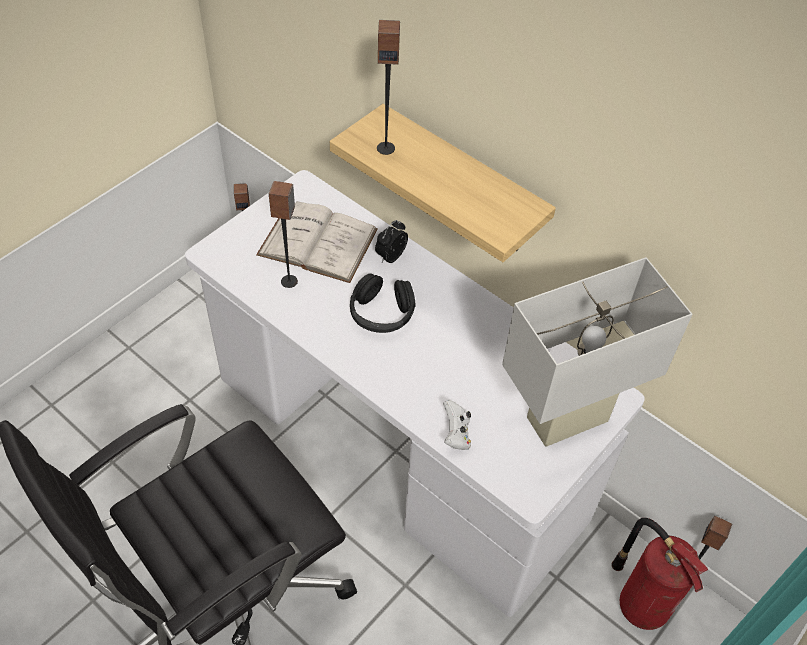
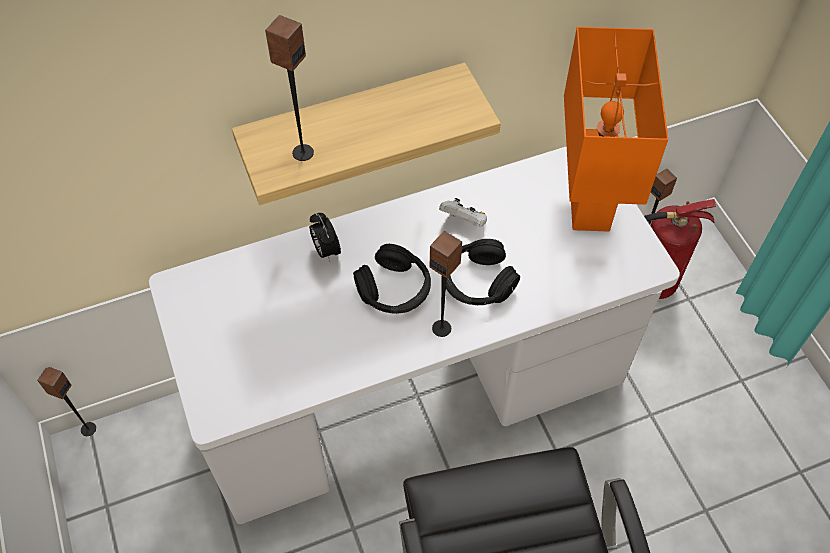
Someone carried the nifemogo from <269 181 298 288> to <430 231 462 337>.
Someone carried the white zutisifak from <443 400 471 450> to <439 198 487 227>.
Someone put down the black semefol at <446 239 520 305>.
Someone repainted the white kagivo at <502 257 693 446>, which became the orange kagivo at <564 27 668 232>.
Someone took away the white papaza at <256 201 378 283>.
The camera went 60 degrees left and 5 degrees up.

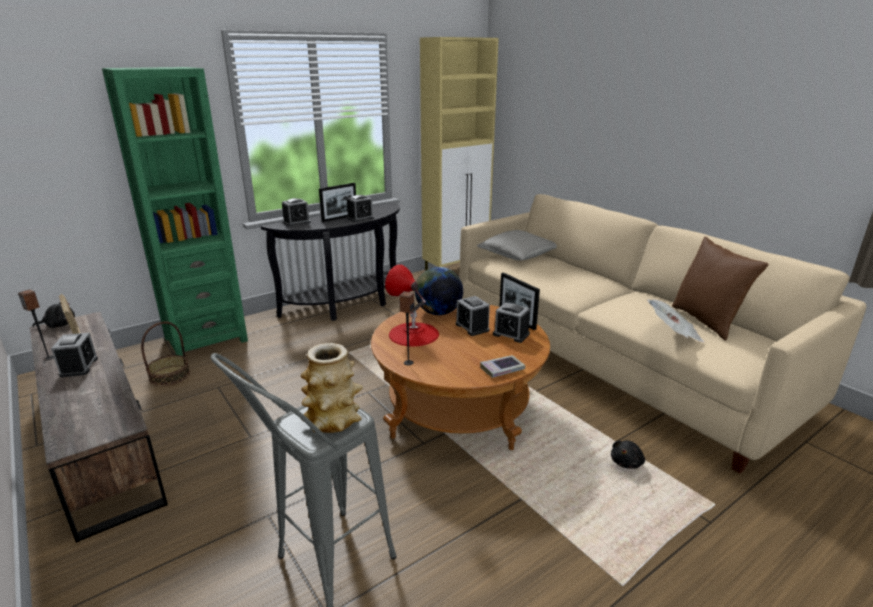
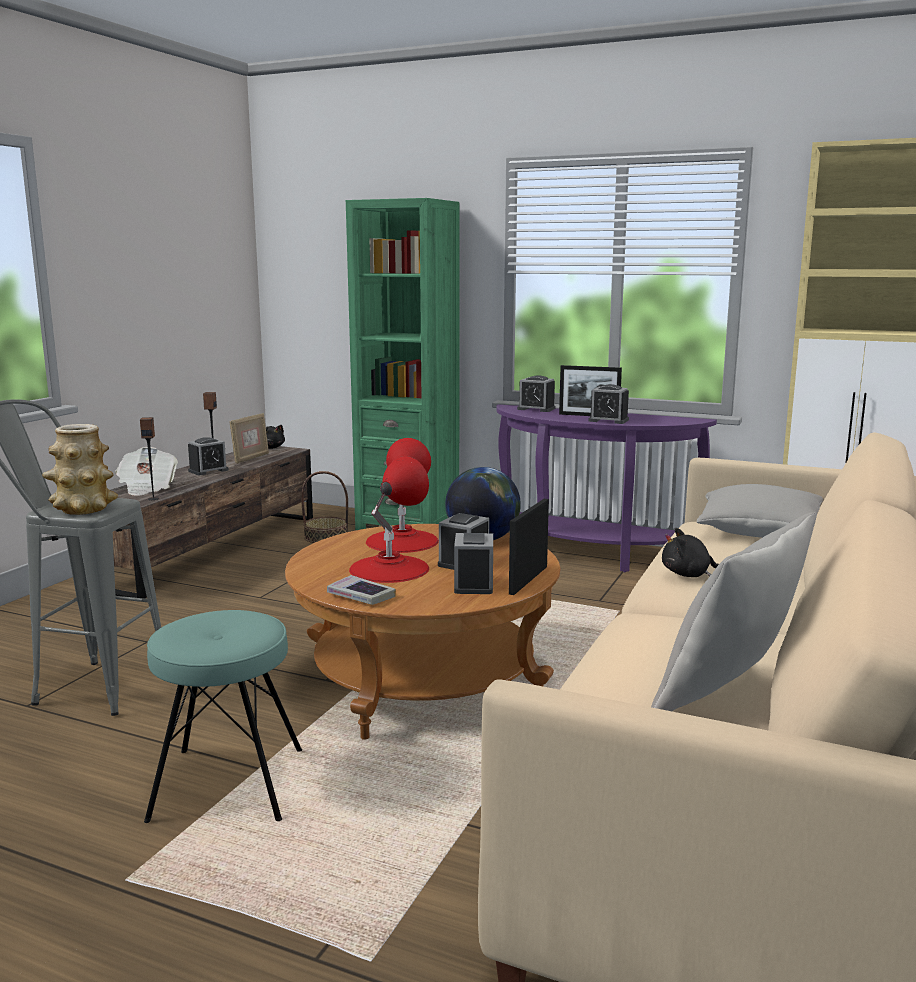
Someone carried the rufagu from <647 299 704 343> to <115 447 178 496>.
Someone carried the nifemogo from <399 291 414 365> to <140 417 159 500>.
Someone put down the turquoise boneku at <144 610 302 823>.
Someone put down the red kagivo at <349 456 429 583>.
Someone repainted the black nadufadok at <261 203 400 321>, which became the purple nadufadok at <496 404 717 572>.
Someone repainted the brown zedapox at <672 236 769 341>, which became the grey zedapox at <651 512 817 711>.
Someone carried the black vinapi from <611 441 645 469> to <662 528 719 577>.
The camera went 60 degrees right and 10 degrees down.

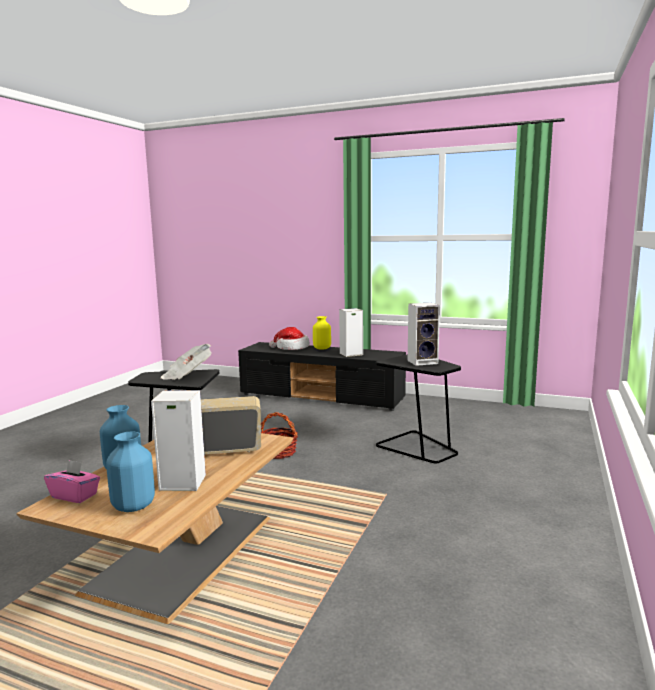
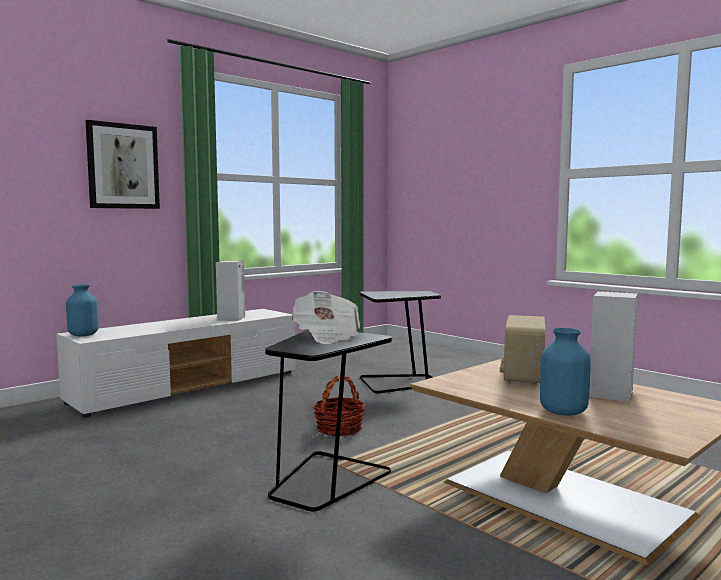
Someone repainted the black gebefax at <238 342 406 411>, which became the white gebefax at <56 309 296 417>.
Someone carried the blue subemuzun from <106 431 155 512> to <66 285 99 336>.
Someone put up the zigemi at <86 120 160 209>.
Someone took away the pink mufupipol at <44 460 100 503>.
Someone took away the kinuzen at <269 327 310 350>.
Someone took away the yellow subemuzun at <313 316 331 350>.
Someone took away the nifemogo at <408 303 440 366>.
The camera went 65 degrees left and 5 degrees down.

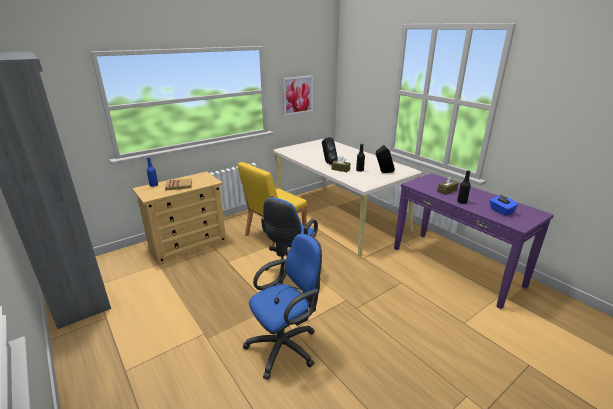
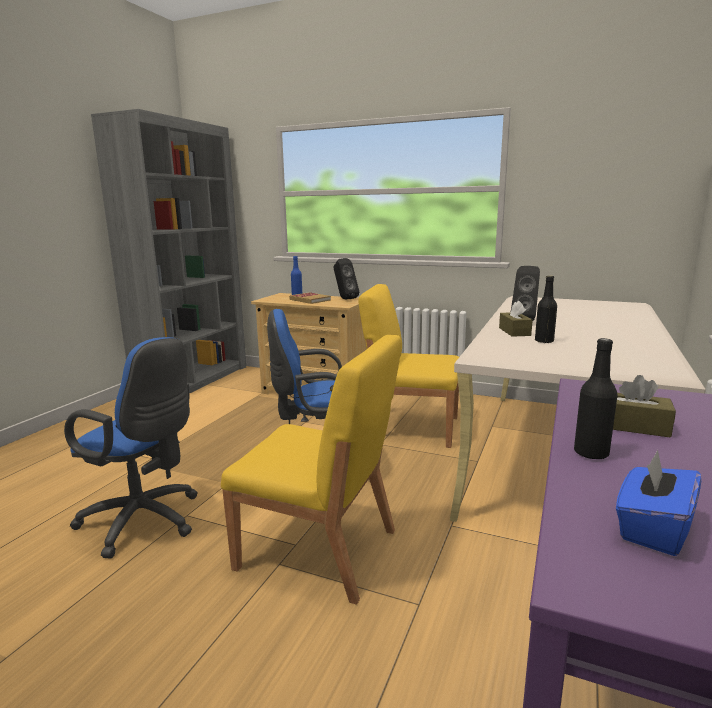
Someone put down the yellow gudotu at <221 335 401 604>.
Someone carried the black nifemogo from <376 145 395 173> to <333 258 359 300>.
Someone took away the zigemi at <283 76 313 116>.
The camera went 60 degrees right and 10 degrees down.

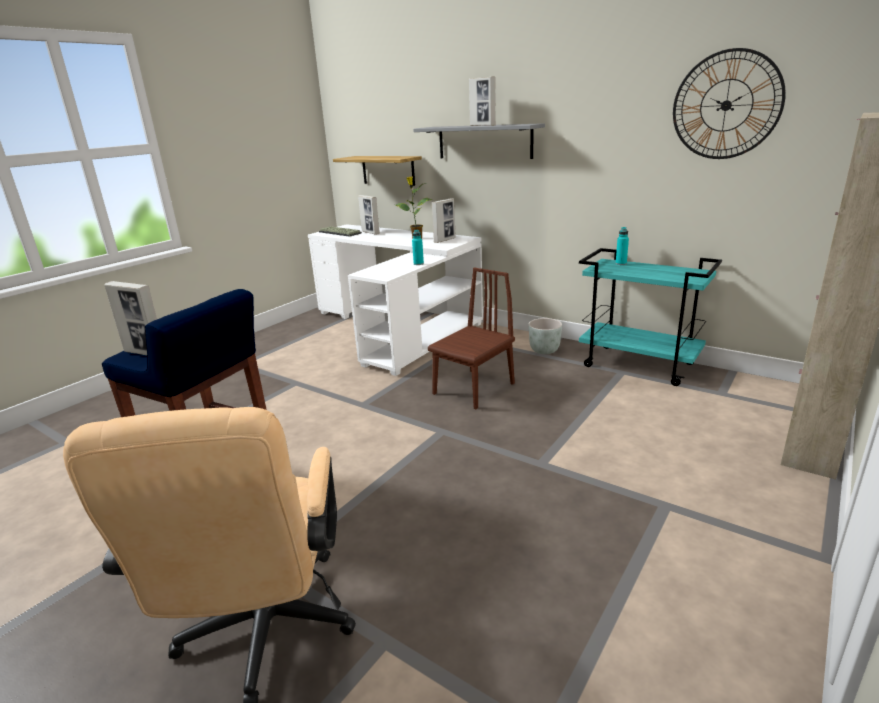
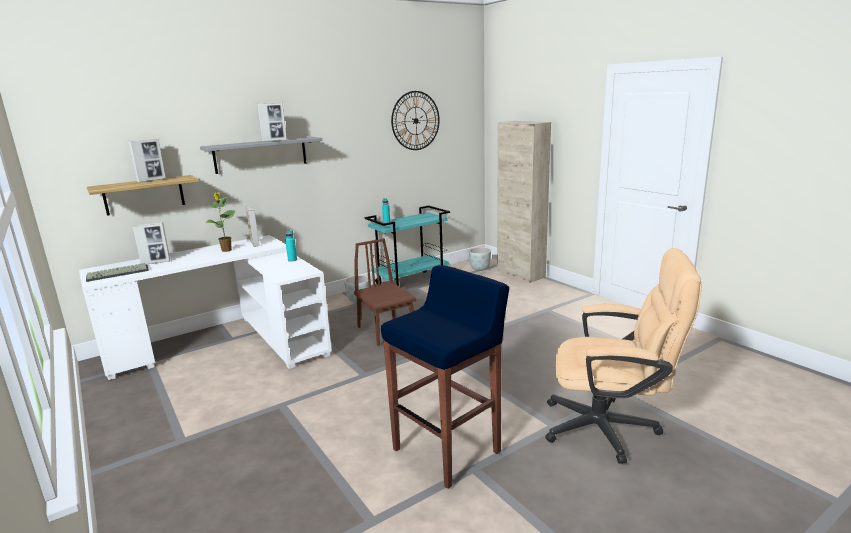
Someone carried the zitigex from <104 281 157 355> to <128 139 166 183>.
Someone put down the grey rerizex at <469 247 491 271>.
The camera went 70 degrees left and 5 degrees down.

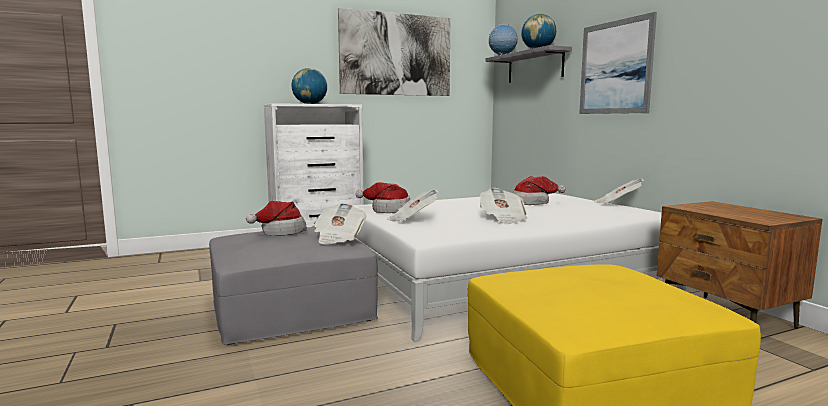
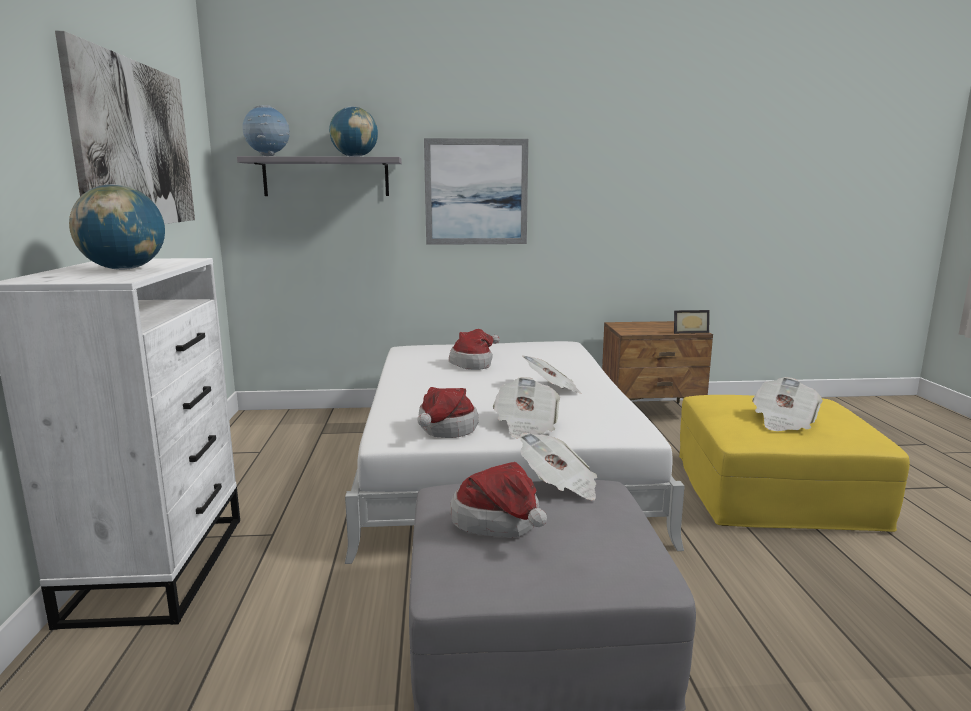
Someone put down the zitigex at <674 310 710 334>.
Someone carried the rufagu from <594 179 644 203> to <752 377 823 431>.
The camera went 70 degrees left and 5 degrees up.

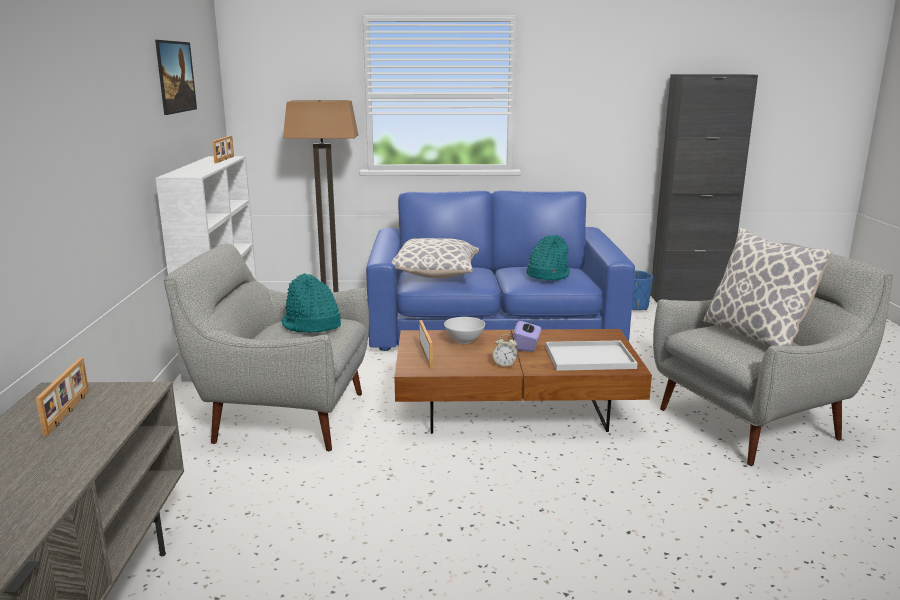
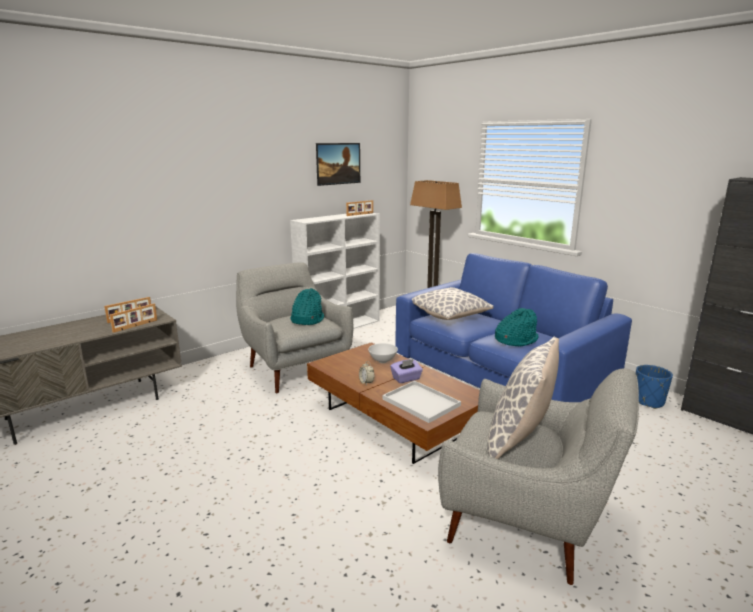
Someone carried the zitigex from <419 320 433 368> to <110 304 157 333>.
The camera went 50 degrees right and 0 degrees up.

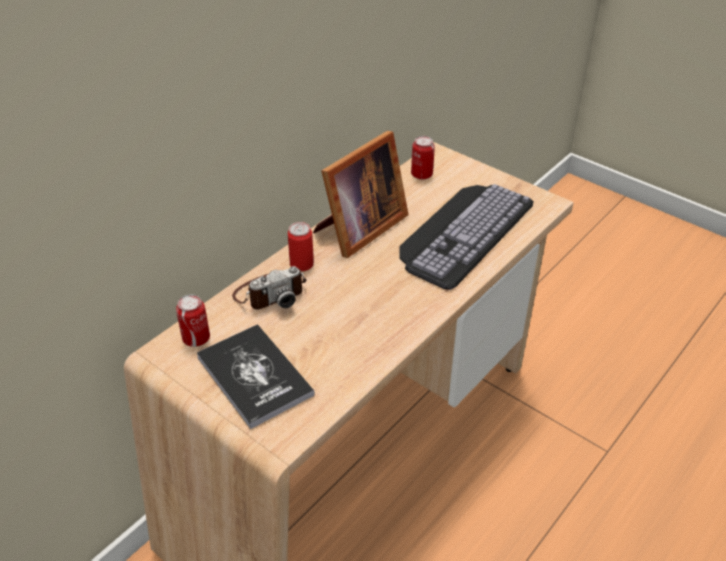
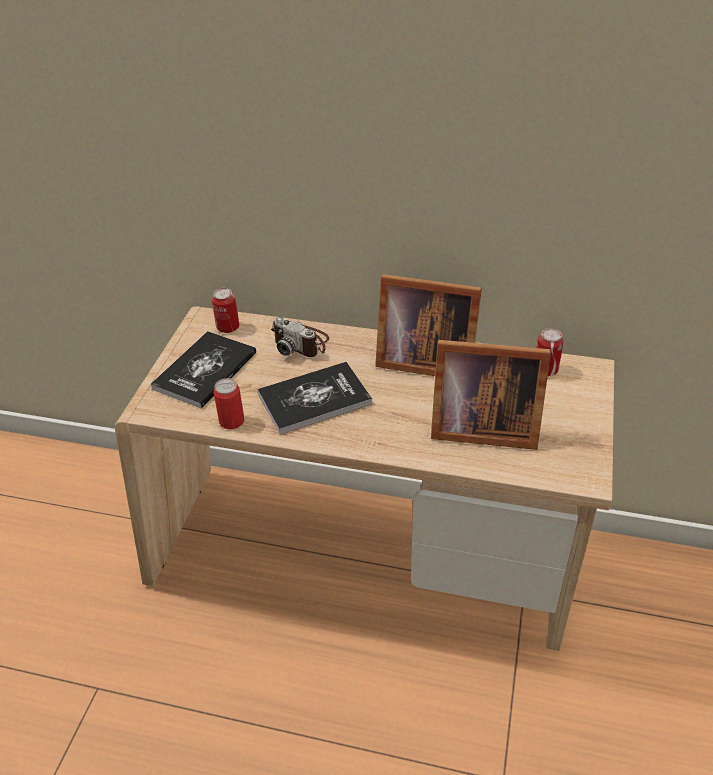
Someone carried the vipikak from <288 222 314 271> to <214 378 244 429>.
Someone put down the papaza at <258 362 372 434>.
Someone swapped the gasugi at <399 184 534 290> for the zitigex at <431 340 551 450>.
The camera went 65 degrees right and 0 degrees up.

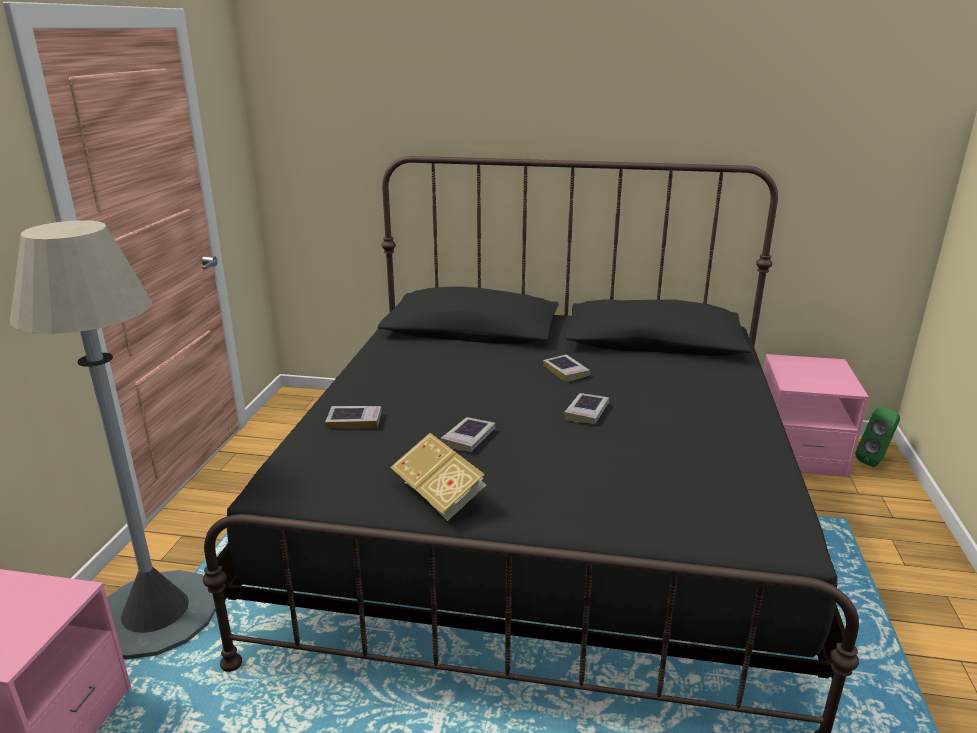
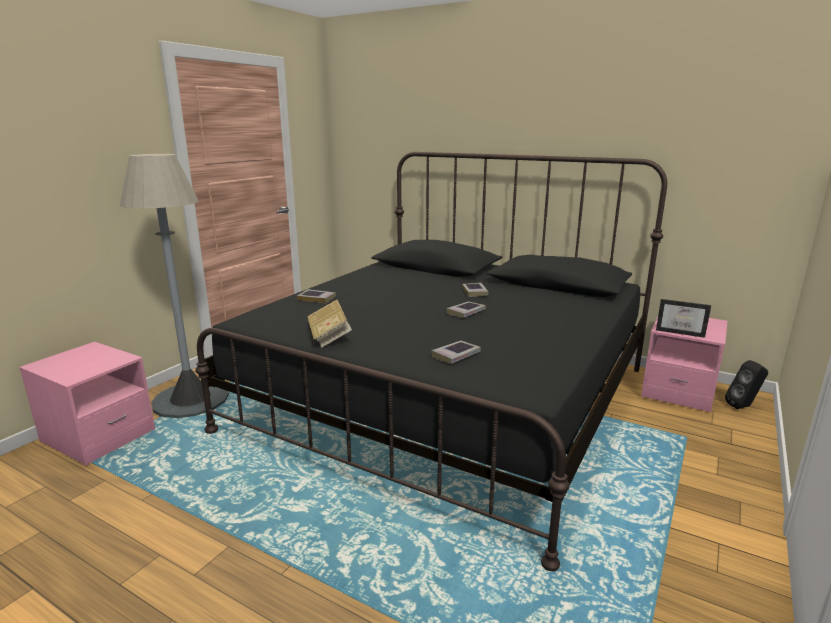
Someone carried the papaza from <441 417 496 452> to <431 341 481 364>.
Someone put down the zitigex at <656 299 711 338>.
Someone repainted the green nifemogo at <855 407 900 467>, which became the black nifemogo at <725 360 768 409>.
The camera went 20 degrees right and 5 degrees down.

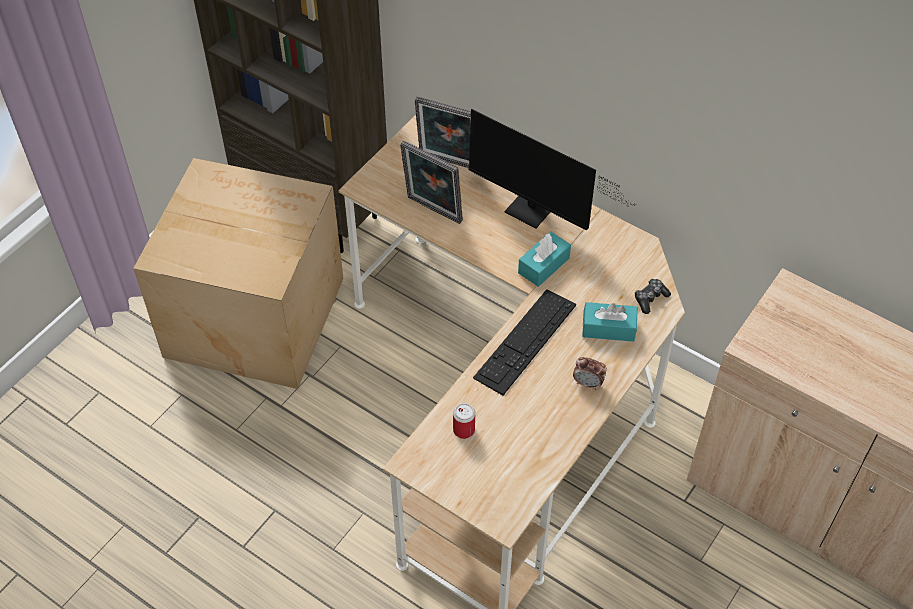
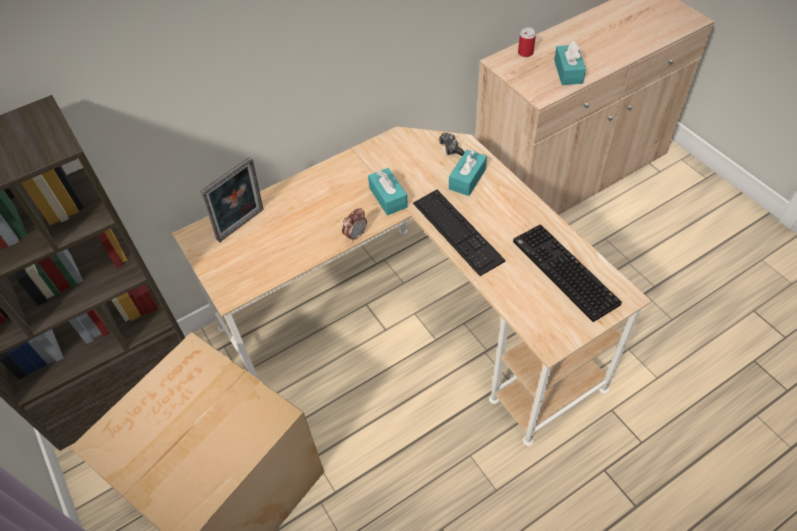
Someone carried the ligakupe from <573 357 607 390> to <342 208 367 242>.
Someone put down the gasugi at <513 224 622 322>.
Someone carried the vipikak from <453 403 475 439> to <518 28 536 57>.
Someone put down the turquoise mufupipol at <554 41 586 85>.
Someone took away the zitigex at <400 141 463 224>.
Someone took away the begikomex at <469 109 636 231>.
The camera went 65 degrees left and 0 degrees up.

